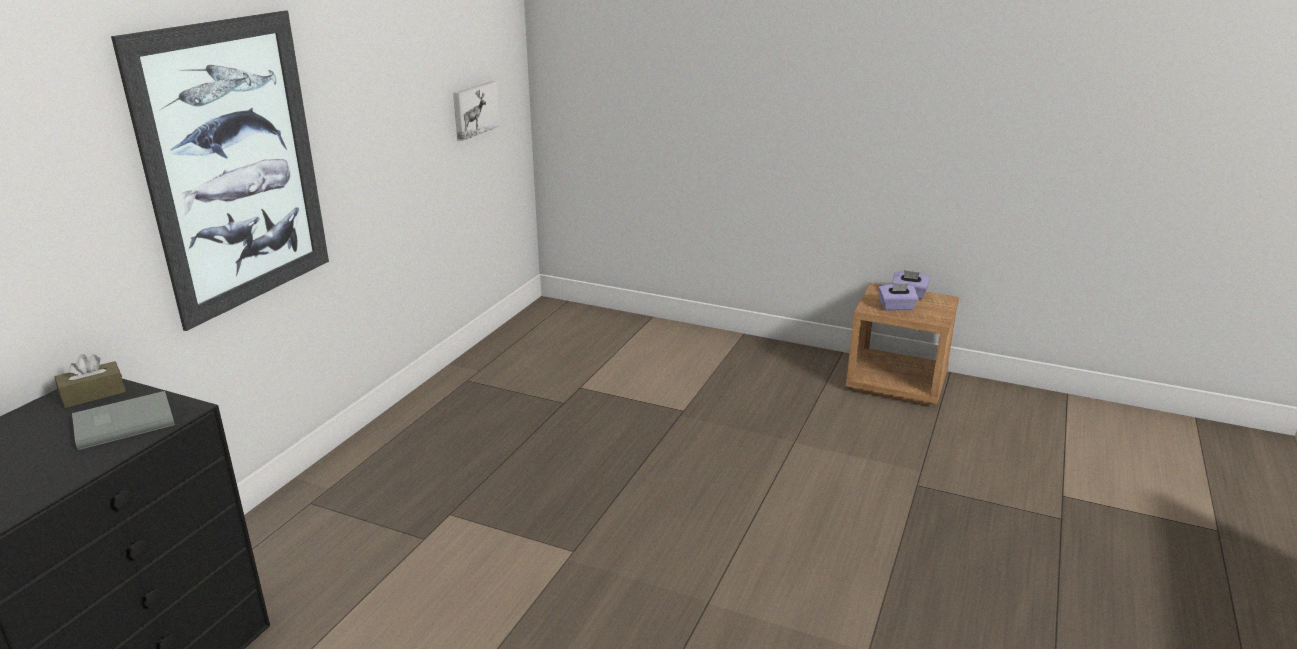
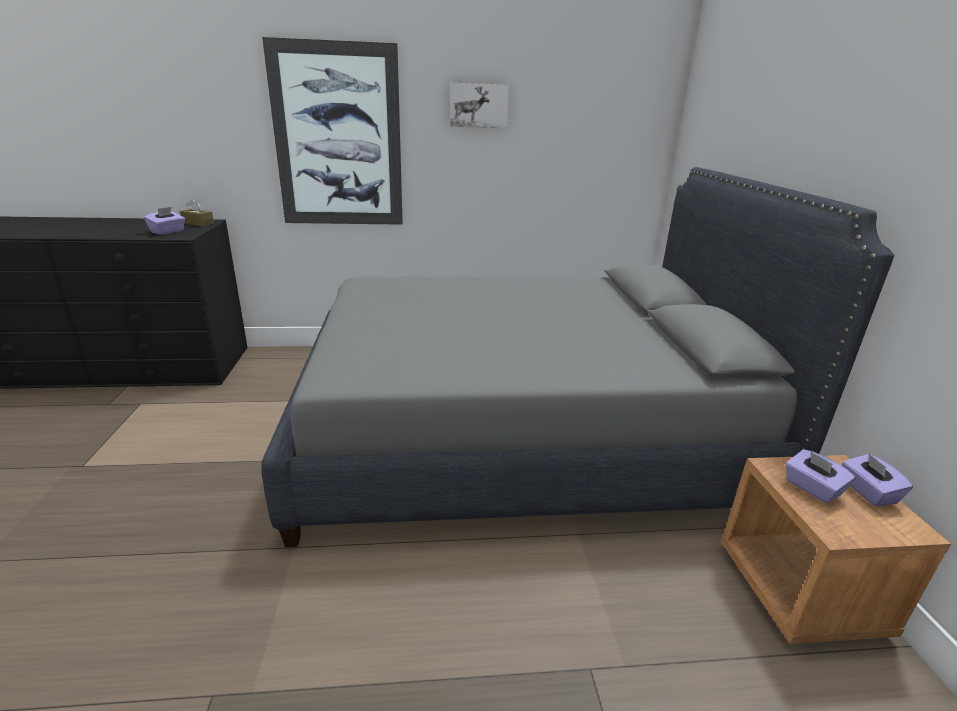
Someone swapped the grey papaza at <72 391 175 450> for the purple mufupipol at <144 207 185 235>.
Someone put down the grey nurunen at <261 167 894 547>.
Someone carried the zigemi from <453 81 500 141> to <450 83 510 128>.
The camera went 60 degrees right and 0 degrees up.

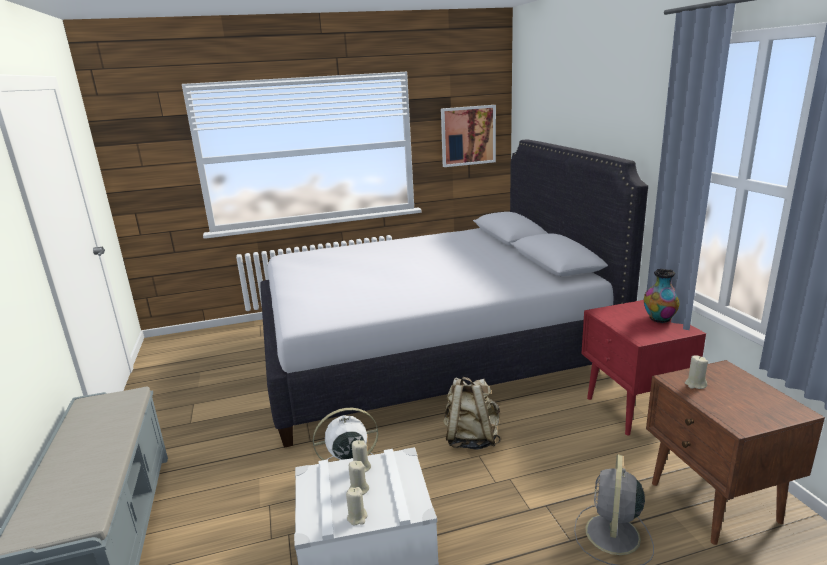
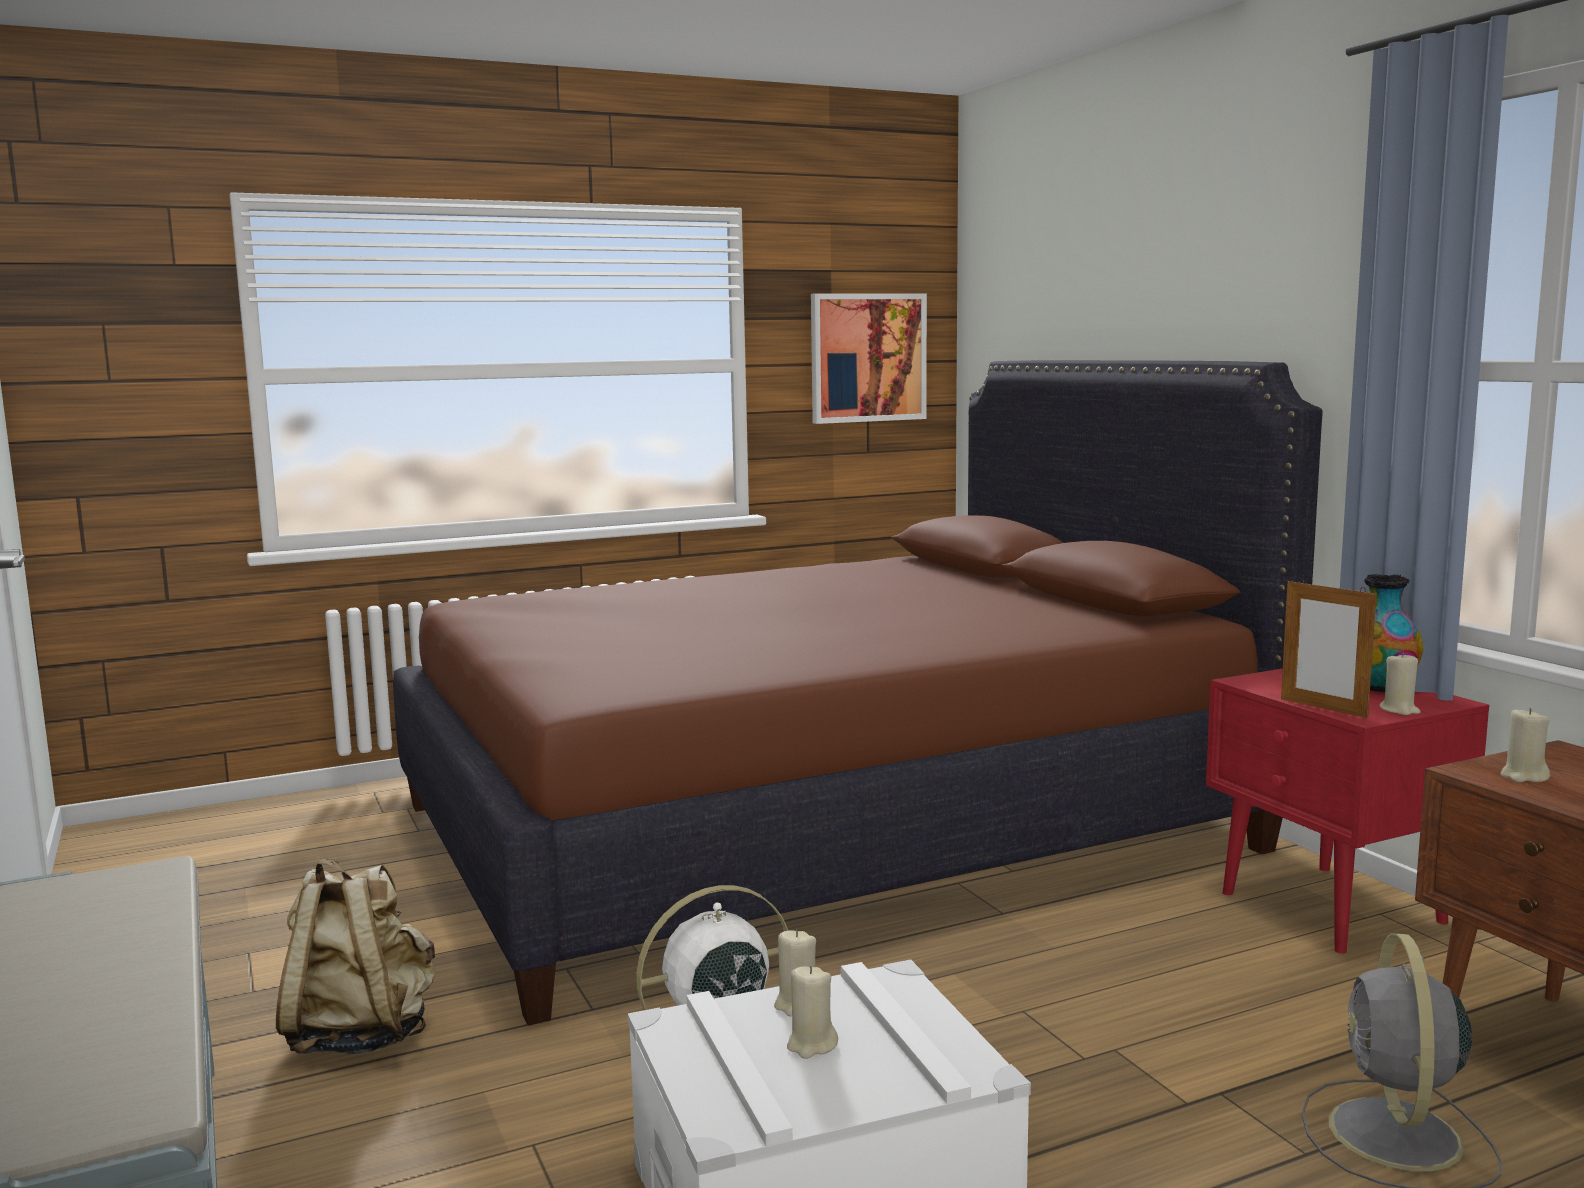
Someone carried the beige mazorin from <443 377 501 450> to <276 858 435 1054>.
Someone repainted the white nurunen at <260 139 648 448>, which became the brown nurunen at <393 360 1323 1025>.
Someone put down the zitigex at <1281 579 1377 718>.
Someone carried the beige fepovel from <346 487 367 526> to <1379 652 1421 715>.
The camera went 10 degrees left and 10 degrees down.

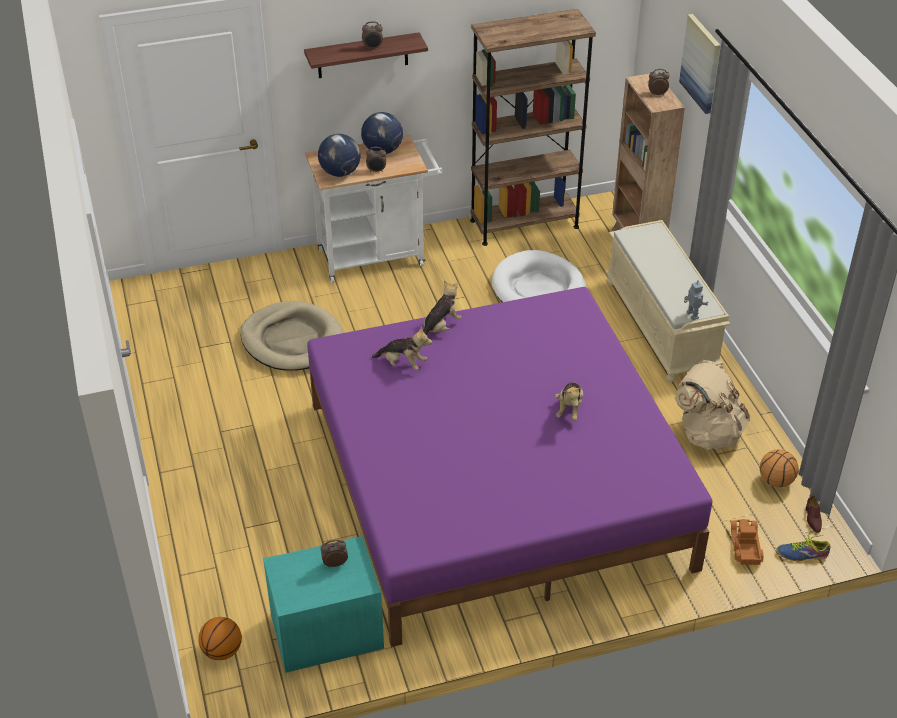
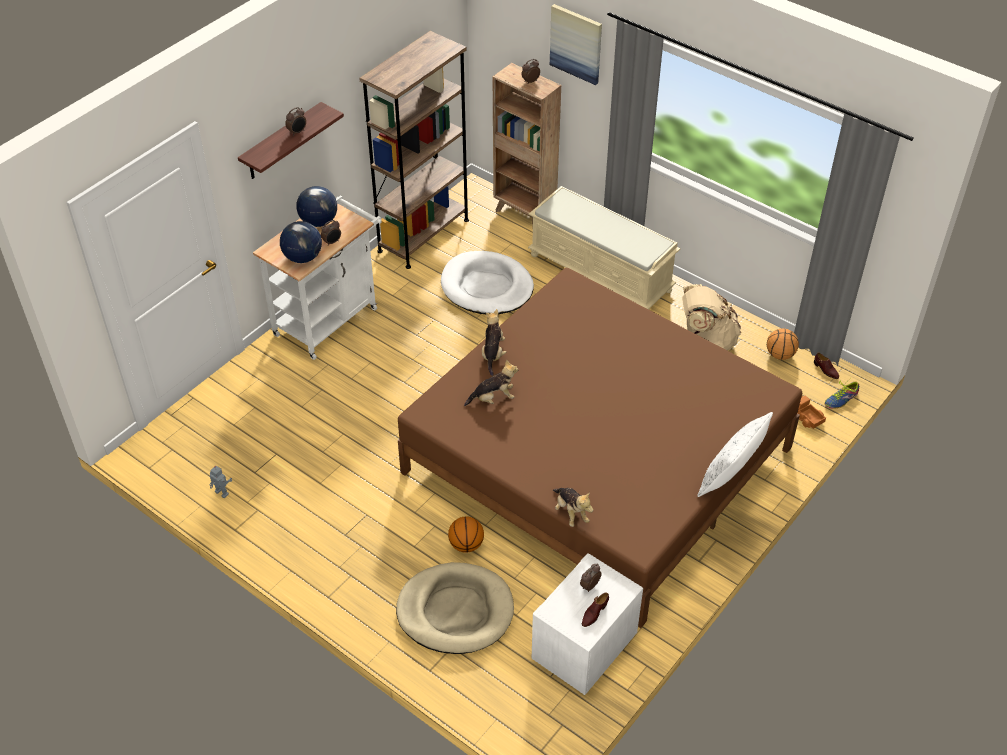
Someone carried the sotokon from <684 280 709 320> to <209 466 232 498>.
Someone carried the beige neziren from <240 301 343 371> to <396 562 514 654>.
Someone repainted the purple nurunen at <307 287 713 647>, which became the brown nurunen at <398 268 802 628>.
Someone carried the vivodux from <198 617 242 660> to <448 516 484 553>.
Someone repainted the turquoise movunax at <263 536 384 673>, which became the white movunax at <532 553 643 695>.
Someone carried the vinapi from <555 382 583 421> to <553 488 593 527>.
Someone put down the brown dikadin at <582 592 609 627>.
Someone put down the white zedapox at <697 412 773 497>.
The camera went 35 degrees left and 5 degrees up.

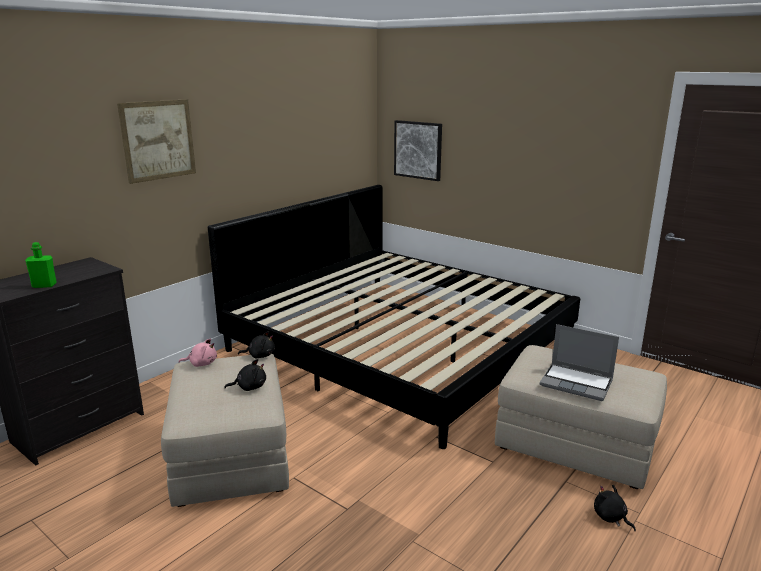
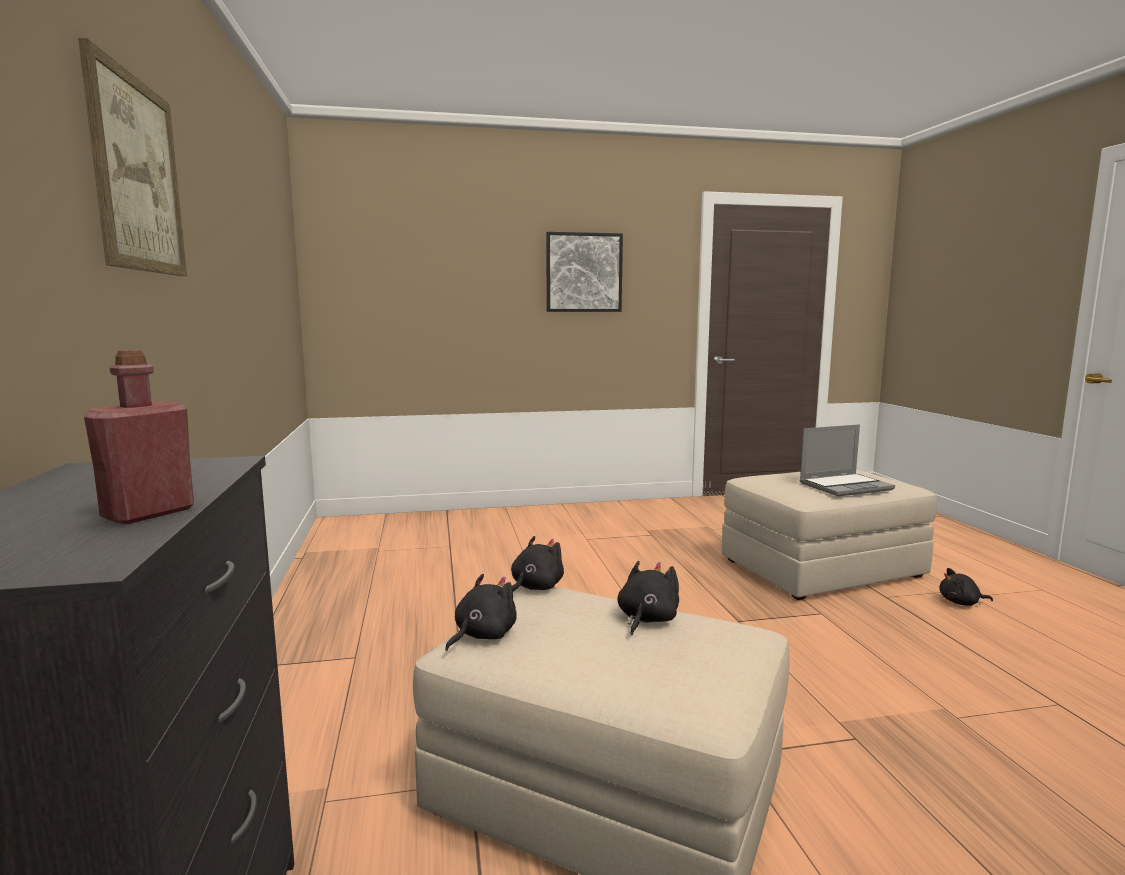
Someone repainted the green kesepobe at <25 242 57 288>, which became the red kesepobe at <84 350 194 525>.
Someone repainted the pink vinapi at <178 338 217 367>, which became the black vinapi at <445 574 517 651>.
Someone carried the zigemi from <394 120 442 181> to <546 232 623 312>.
Someone took away the nurunen at <208 185 580 449>.
The camera went 50 degrees left and 10 degrees down.

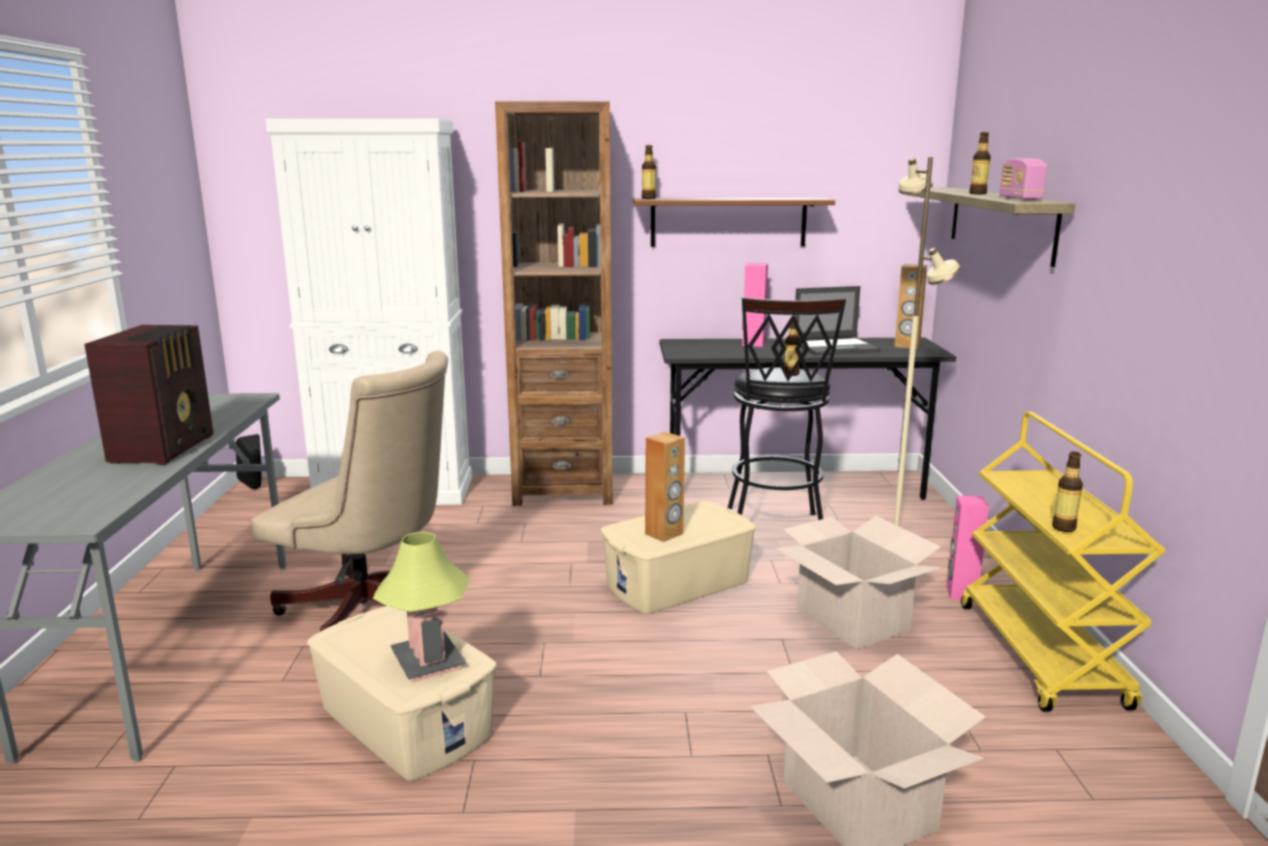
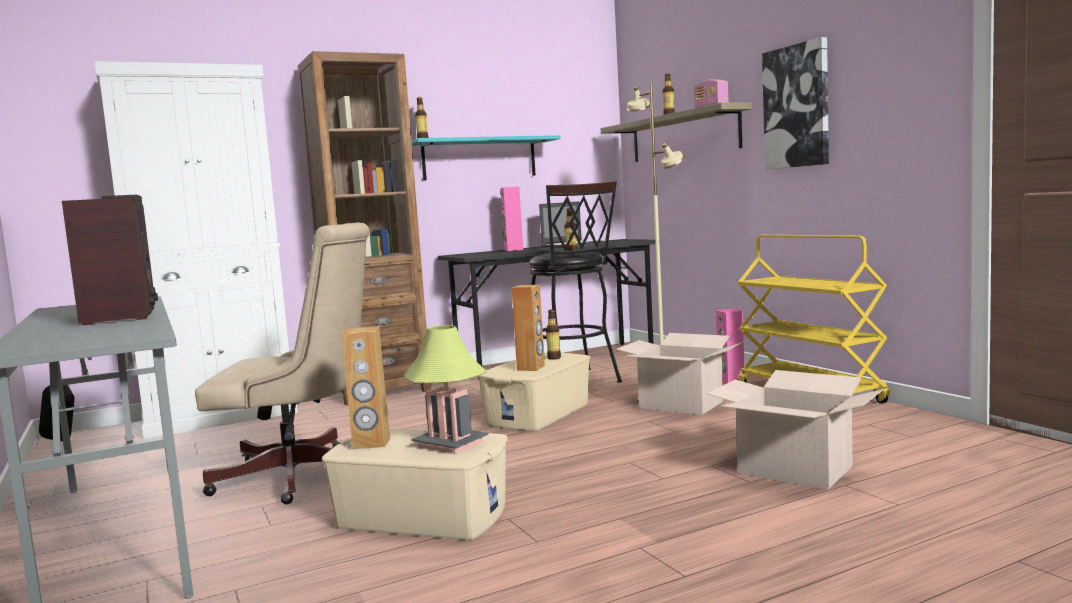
Someone carried the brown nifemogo from <895 264 927 349> to <342 327 390 449>.
Someone repainted the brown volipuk at <633 198 835 247>, which became the turquoise volipuk at <411 135 561 181>.
Someone carried the kesepobe from <1052 452 1083 532> to <546 309 561 360>.
Someone put up the zigemi at <762 37 829 170>.
The camera went 25 degrees left and 10 degrees down.

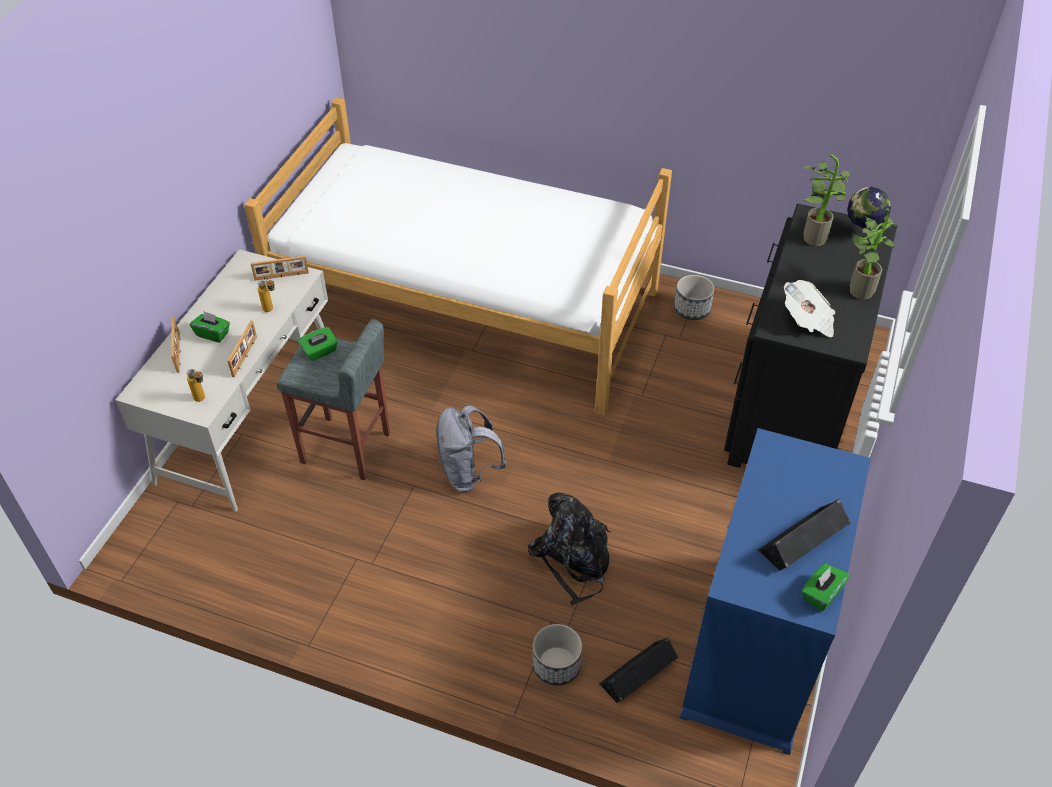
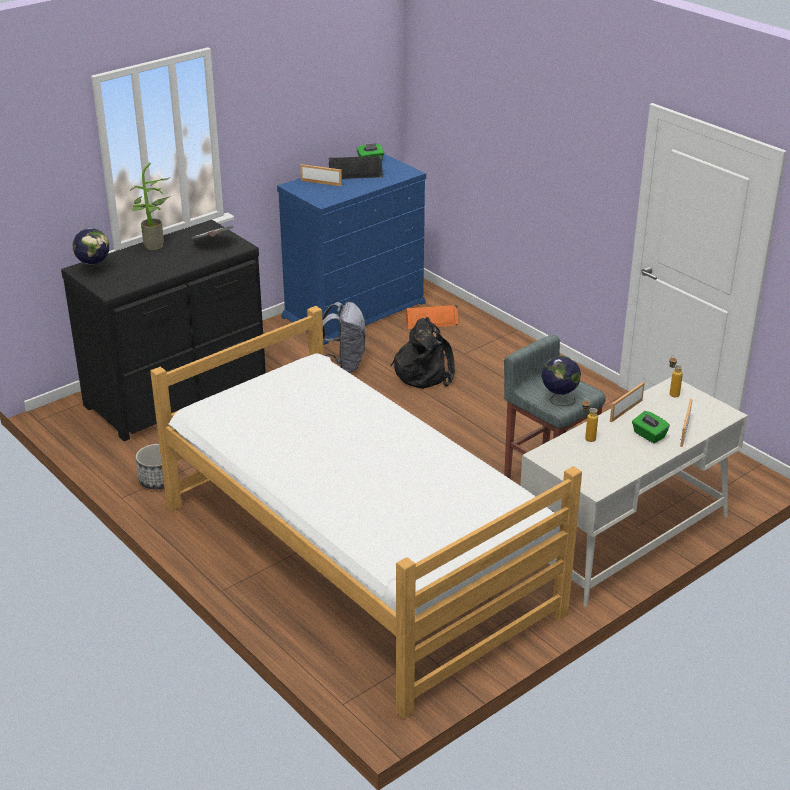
Someone carried the zitigex from <251 256 309 281> to <300 164 342 186>.
Someone carried the grey mazorin from <436 405 506 492> to <322 302 365 373>.
Someone repainted the black nifemogo at <599 637 679 703>, which became the orange nifemogo at <405 305 459 329>.
Someone swapped the green mufupipol at <298 327 338 361> for the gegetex at <541 355 581 406>.
Someone took away the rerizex at <533 624 582 686>.
Someone took away the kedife at <801 154 852 246>.
The camera went 150 degrees left and 15 degrees down.

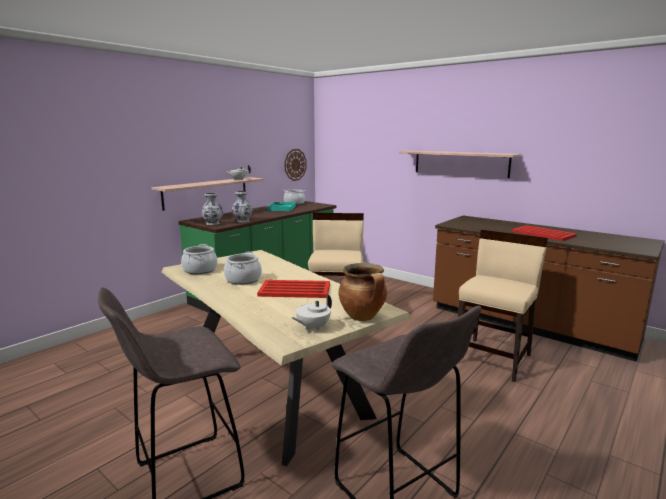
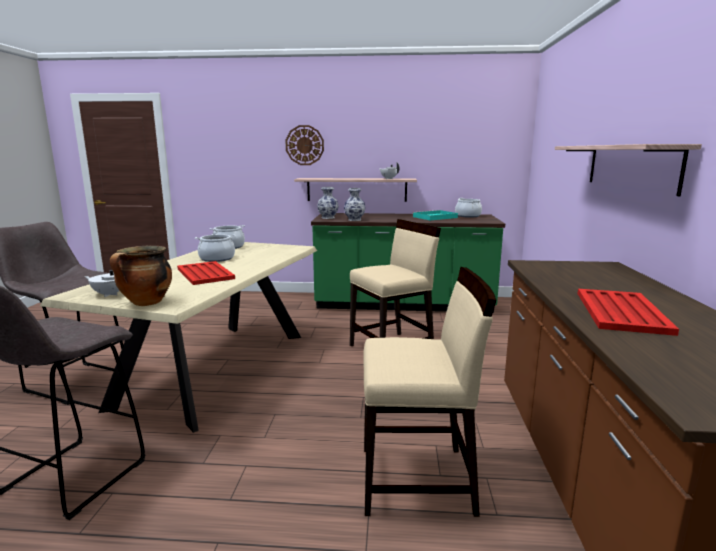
Someone carried the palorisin from <284 149 307 181> to <285 125 324 165>.
The camera went 55 degrees right and 0 degrees up.

